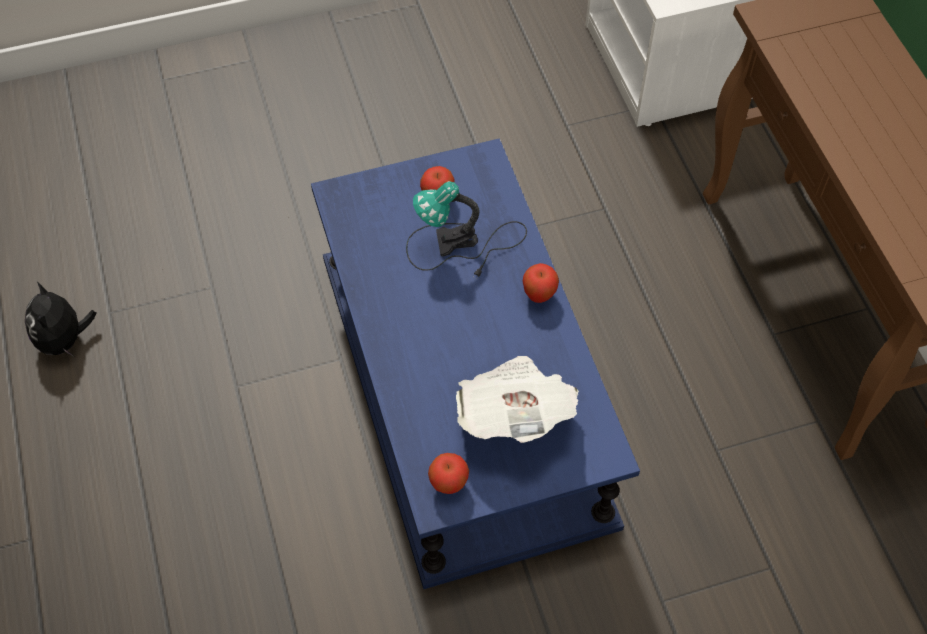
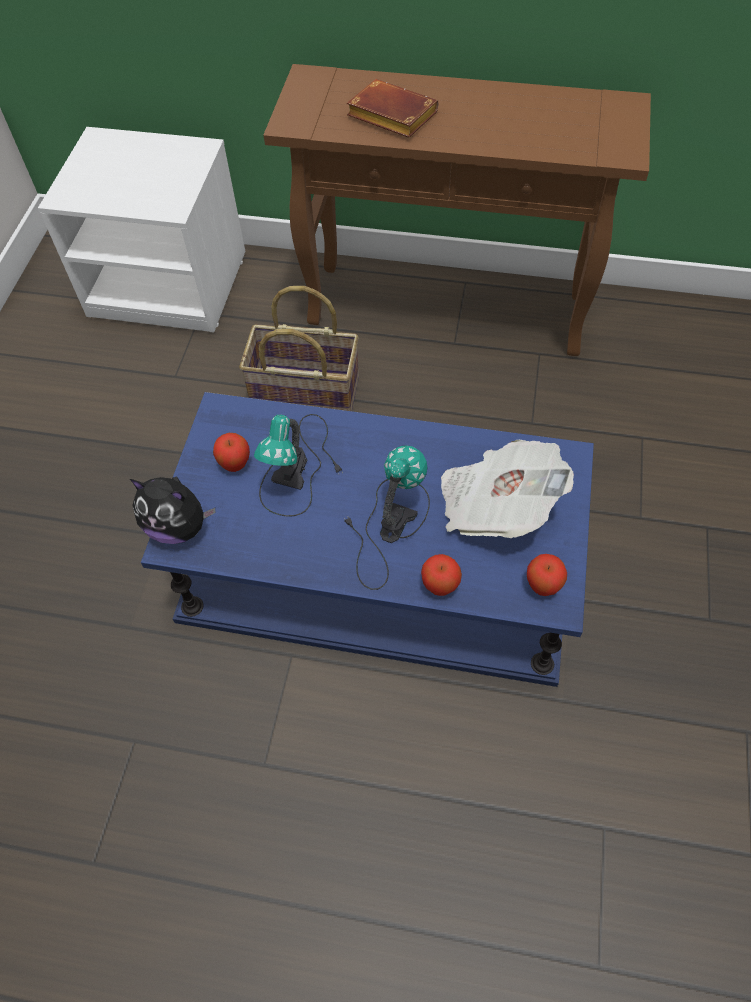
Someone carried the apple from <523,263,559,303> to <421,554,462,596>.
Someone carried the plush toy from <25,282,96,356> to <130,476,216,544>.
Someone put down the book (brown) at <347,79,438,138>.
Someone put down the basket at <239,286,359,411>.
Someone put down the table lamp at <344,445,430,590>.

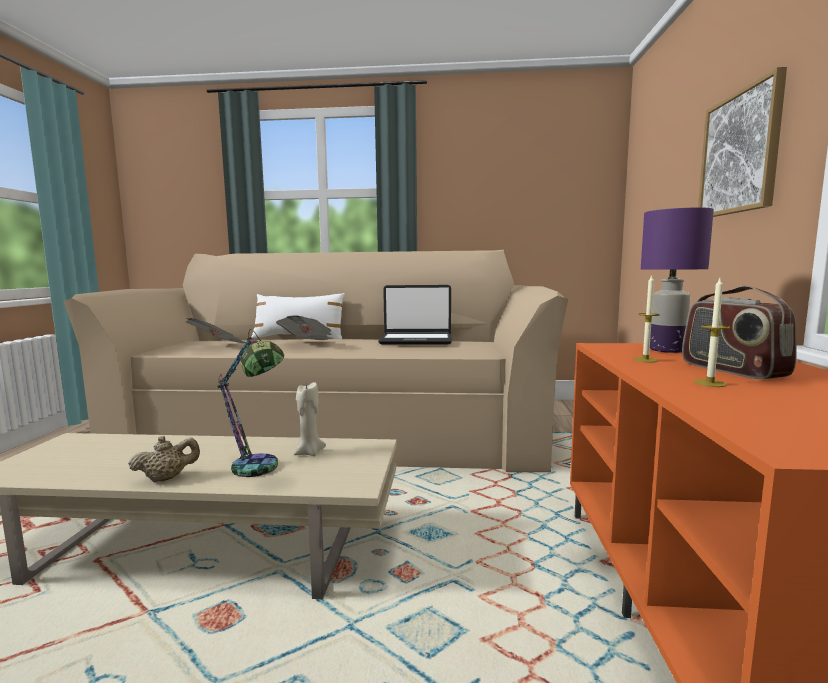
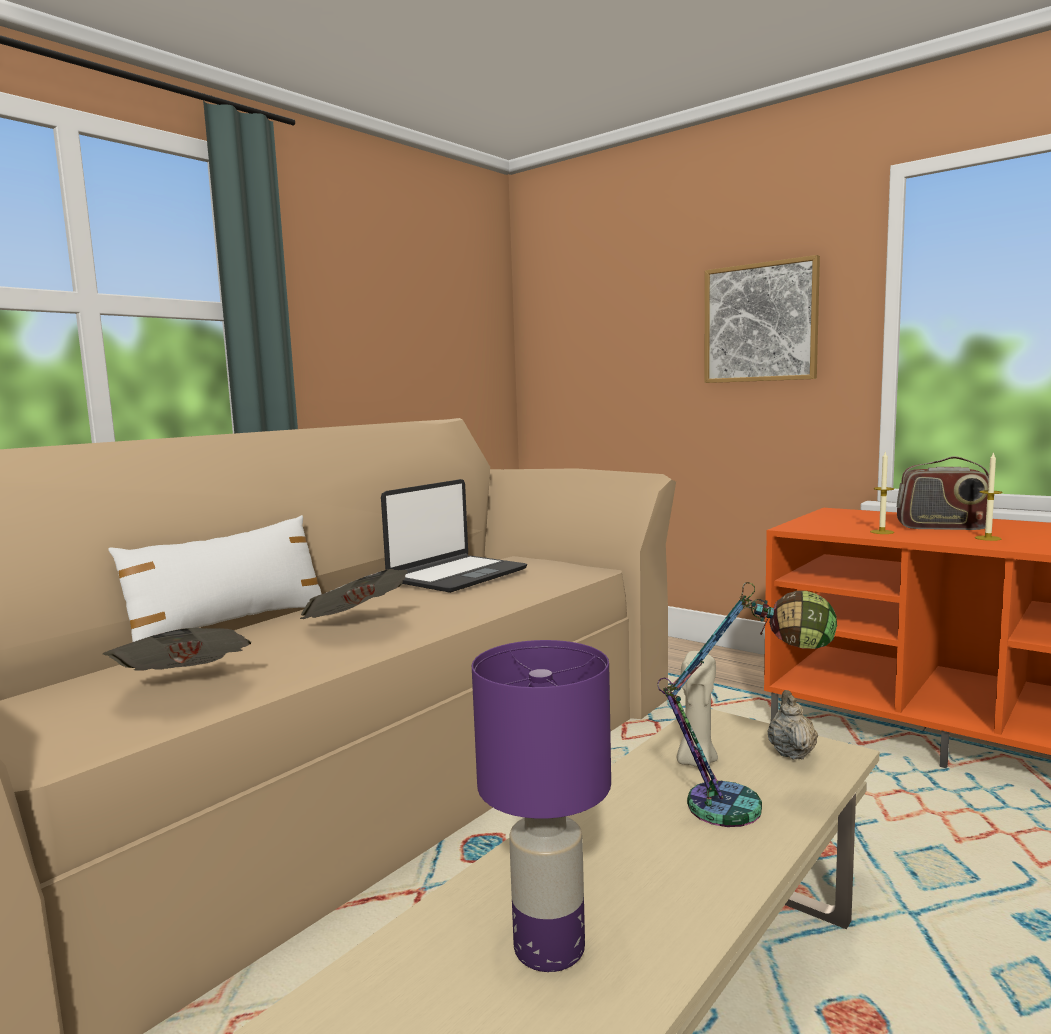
Someone carried the table lamp (purple) from <641,207,714,353> to <472,640,611,972>.
Someone carried the teapot (beige) from <128,436,200,482> to <767,690,818,760>.

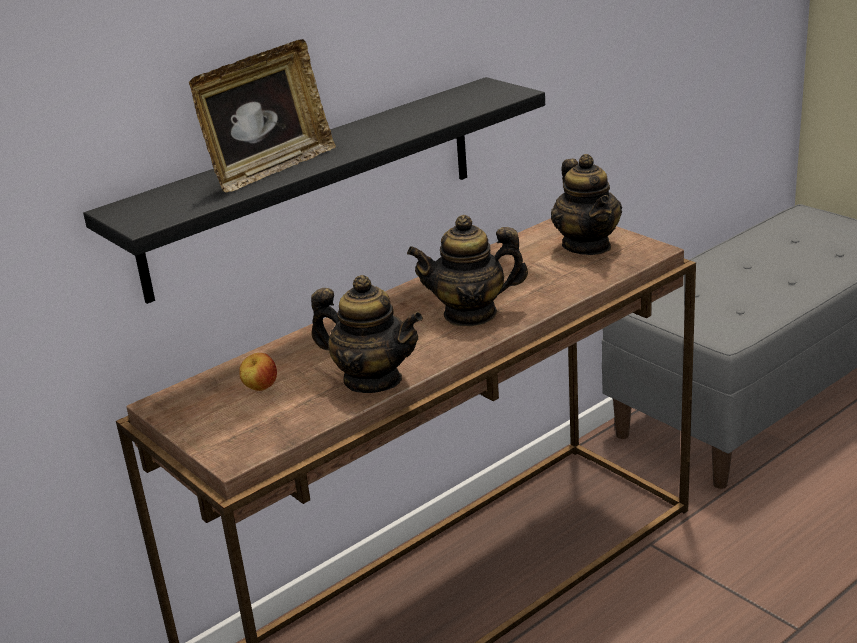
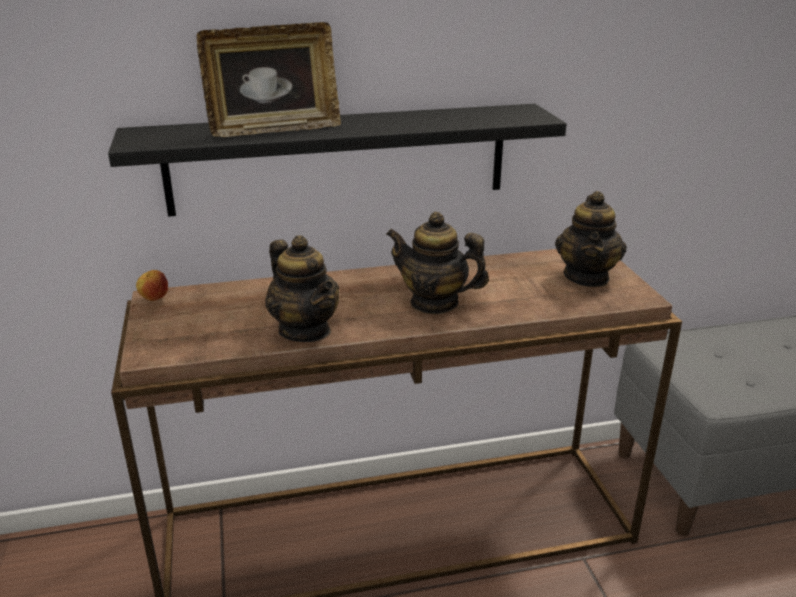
Someone carried the apple from <240,353,277,391> to <136,270,168,301>.

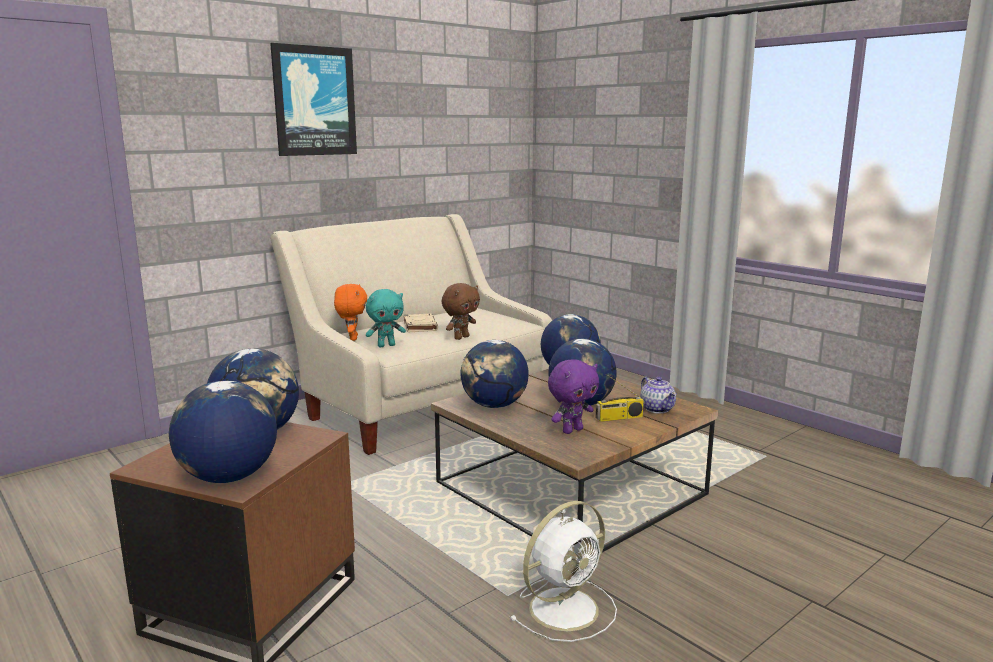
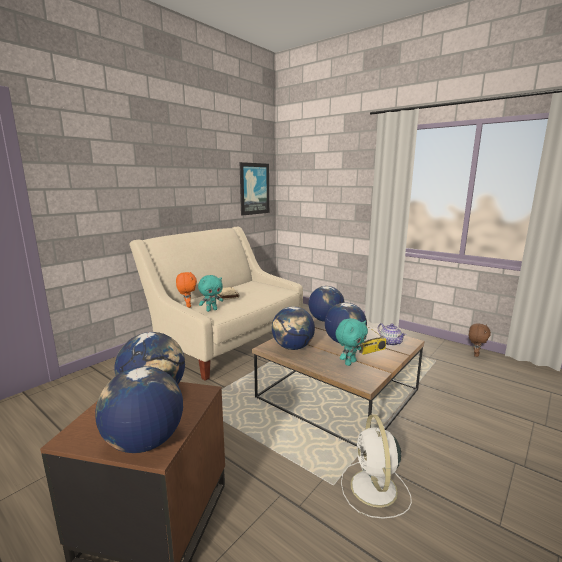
Someone carried the picture from <270,43,357,156> to <240,162,269,216>.
Someone carried the plush toy (brown) from <442,283,480,340> to <469,323,491,357>.
Someone repainted the plush toy (purple) at <548,359,599,434>, which became the plush toy (turquoise) at <335,318,368,366>.
Someone rotated the fan (white) at <510,501,617,642> by 135 degrees clockwise.

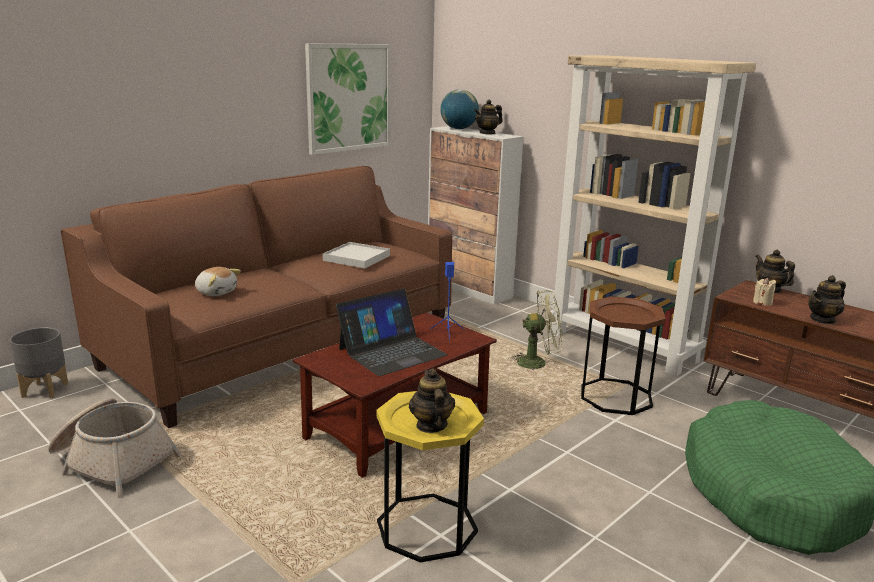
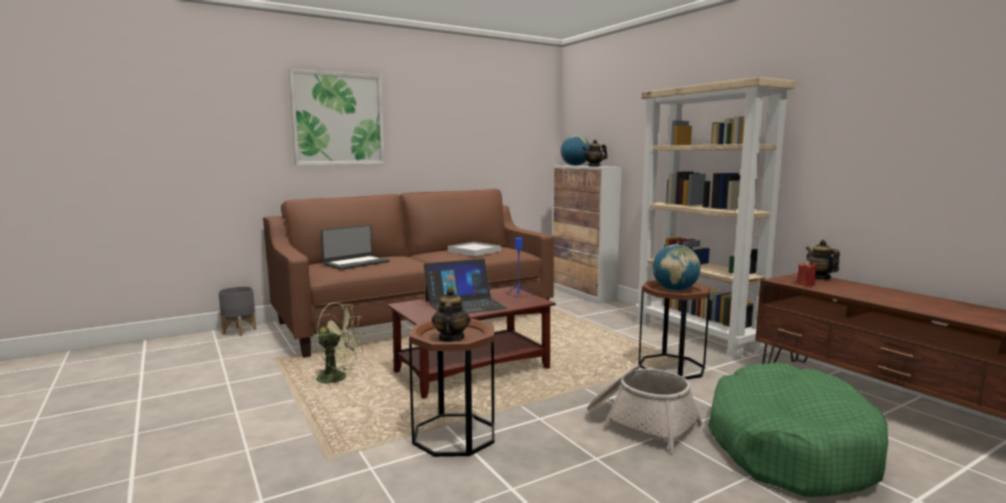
Someone carried the picture from <305,43,391,155> to <289,69,385,165>.
Someone swapped the plush toy at <195,267,241,296> for the laptop at <321,225,390,270>.
Someone took away the teapot at <808,275,846,324>.
Someone repainted the candle (beige) at <753,277,776,306>, which became the candle (red) at <797,260,817,286>.
Someone carried the fan (green) from <509,290,563,374> to <315,303,365,389>.
Someone repainted the side table (yellow) at <377,391,484,562>, which became the side table (brown) at <409,318,495,457>.
Someone carried the basket from <48,398,181,496> to <587,364,703,453>.
Someone put down the globe at <652,244,701,291>.

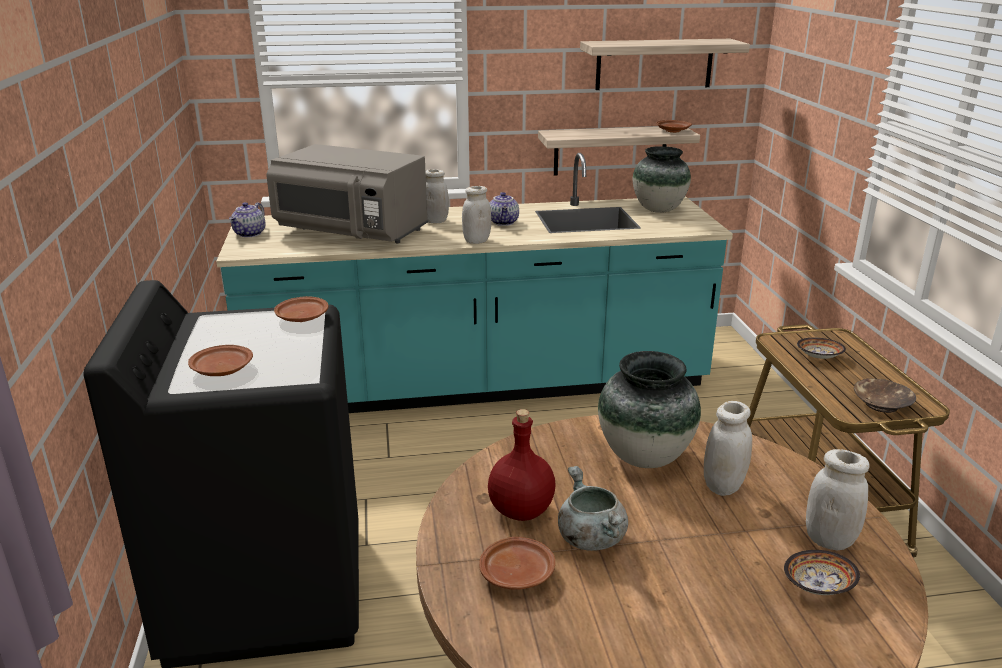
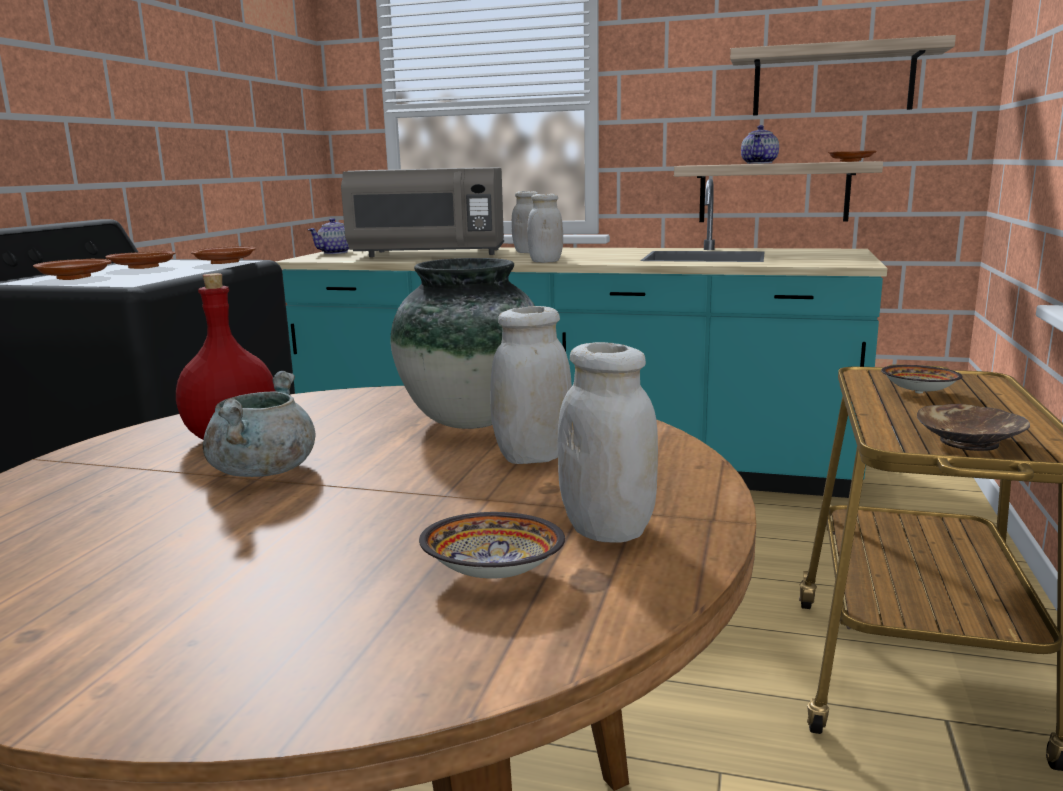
Someone rotated the microwave (grey) at <266,144,428,243> by 45 degrees counterclockwise.
Someone took away the vase at <633,146,691,213>.
Someone carried the teapot from <489,192,519,226> to <741,125,779,164>.
Someone carried the plate (brown) from <479,537,555,590> to <105,251,176,269>.

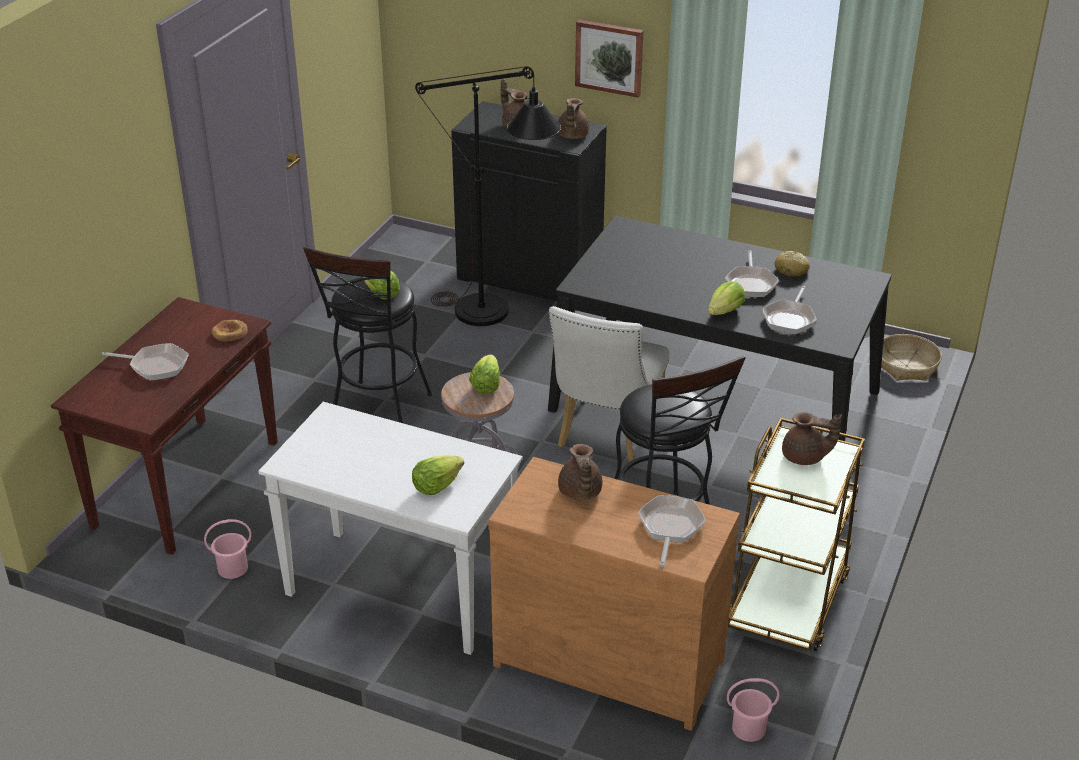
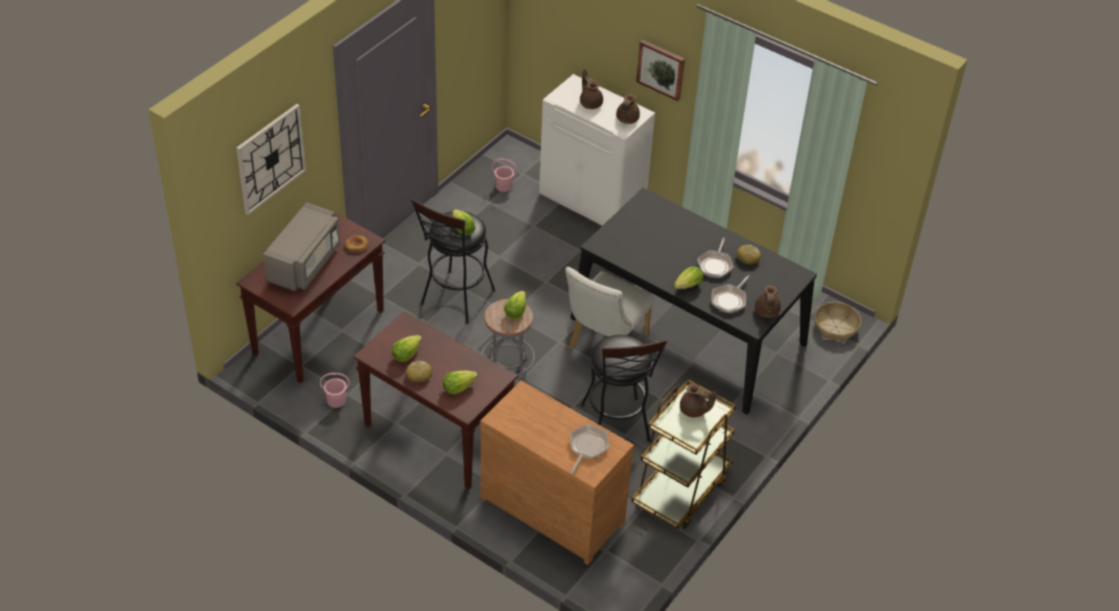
Someone took away the floor lamp (black) at <415,66,561,326>.
Someone repainted the cabinet (black) at <451,101,607,301>, which became the cabinet (white) at <539,74,655,226>.
Someone swapped the frying pan at <102,343,189,381> for the microwave (grey) at <263,203,340,292>.
Someone repainted the console table (white) at <258,402,523,655>, which became the console table (brown) at <353,311,518,489>.
Someone carried the teapot (brown) from <558,444,602,501> to <755,285,781,318>.
Someone carried the bucket (pink) from <727,678,779,742> to <492,158,517,192>.
Someone put up the wall clock at <236,104,306,215>.
Someone put down the lettuce at <392,335,422,362>.
Someone put down the bread at <406,361,432,383>.

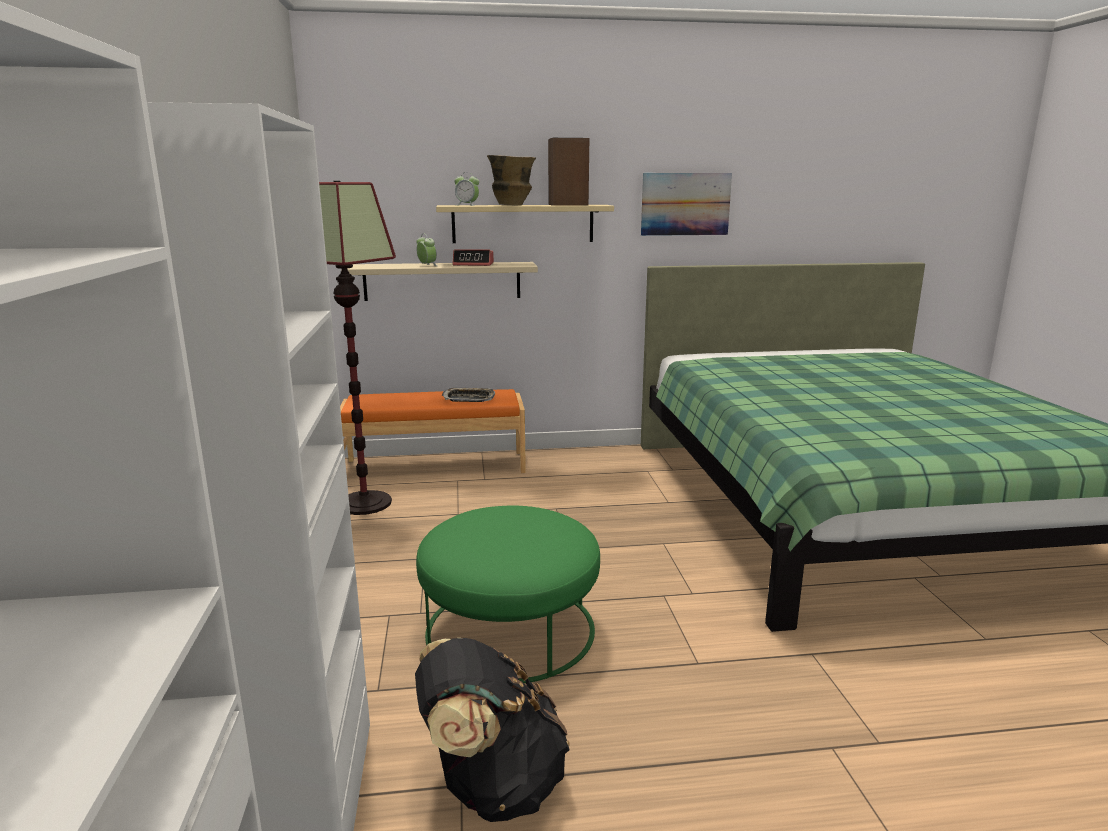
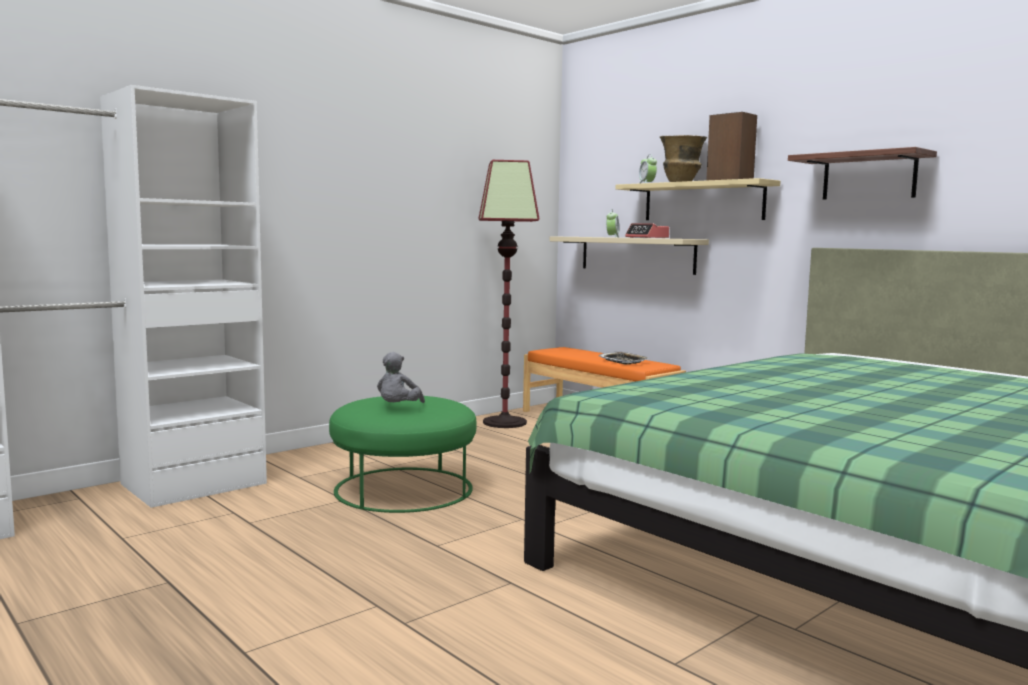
Someone swapped the picture at <641,173,732,236> for the shelf at <788,147,937,200>.
Someone took away the backpack (black) at <415,638,570,822>.
Someone put down the plush toy (grey) at <377,352,425,403>.

